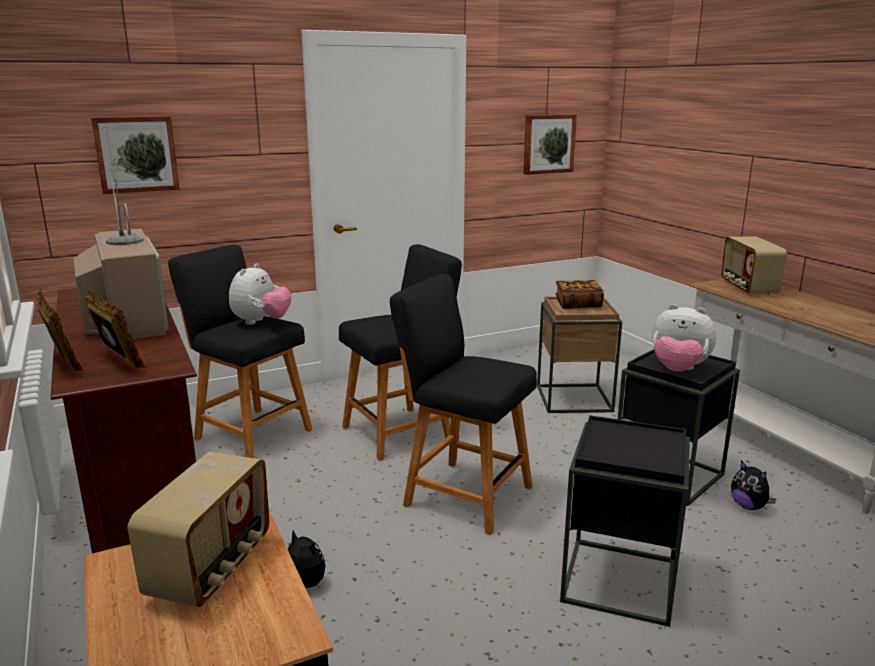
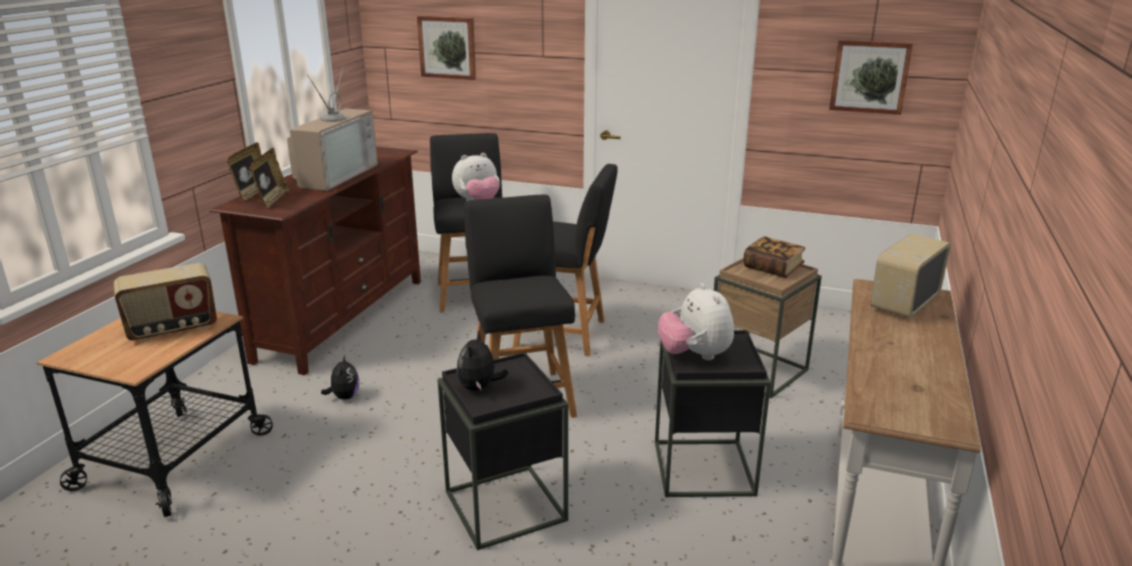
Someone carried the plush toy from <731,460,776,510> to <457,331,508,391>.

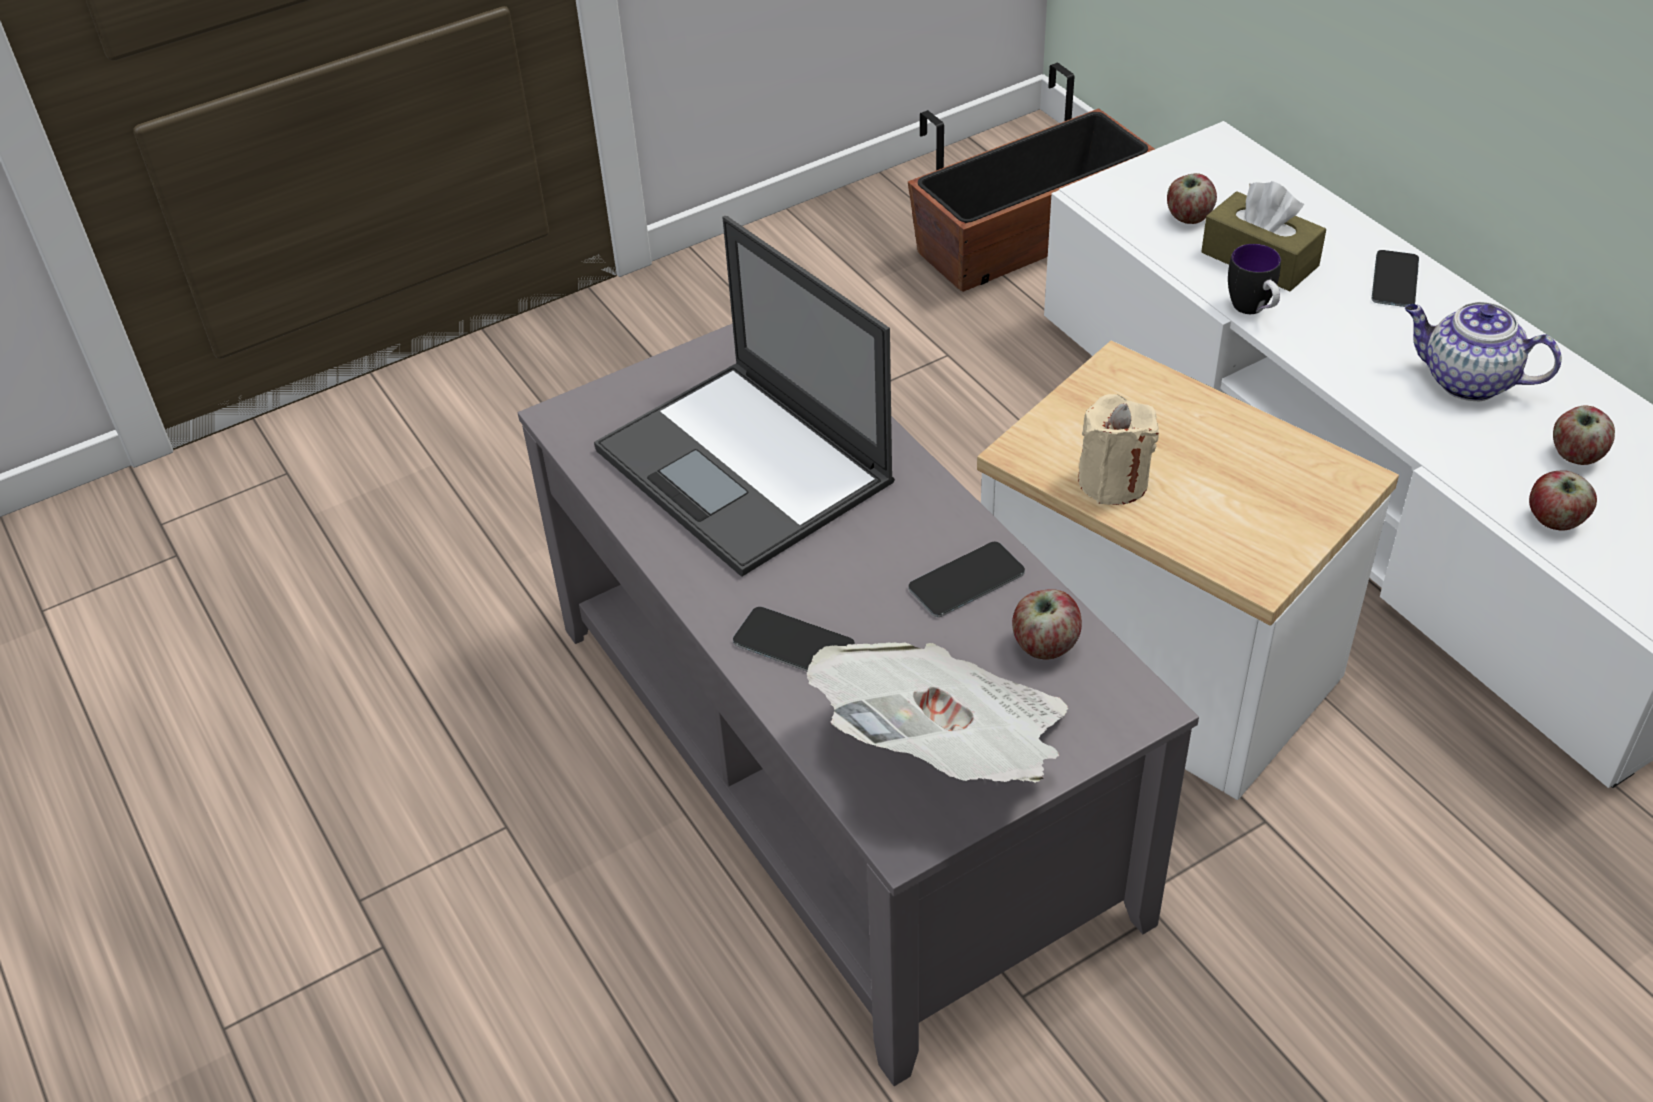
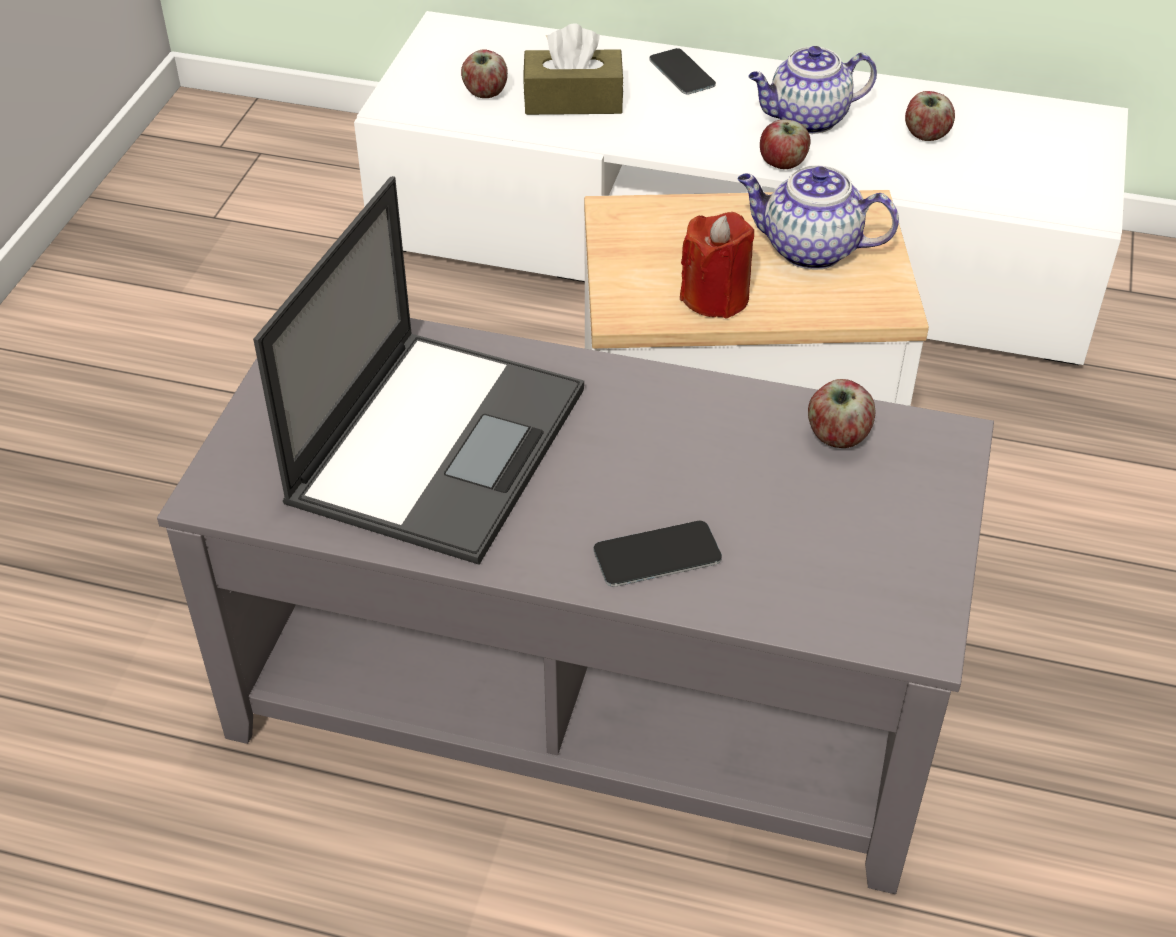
Someone took away the planter at <908,63,1155,292>.
Someone rotated the laptop at <594,216,895,577> by 75 degrees counterclockwise.
Someone took away the mug at <1228,244,1281,314>.
Someone repainted the candle (beige) at <1078,394,1159,505>, which became the candle (red) at <680,212,754,319>.
Someone carried the apple from <1529,470,1597,530> to <760,120,810,169>.
Someone took away the phone at <909,542,1025,617>.
Someone took away the newspaper at <807,642,1068,783>.
Someone put down the teapot at <738,165,899,270>.

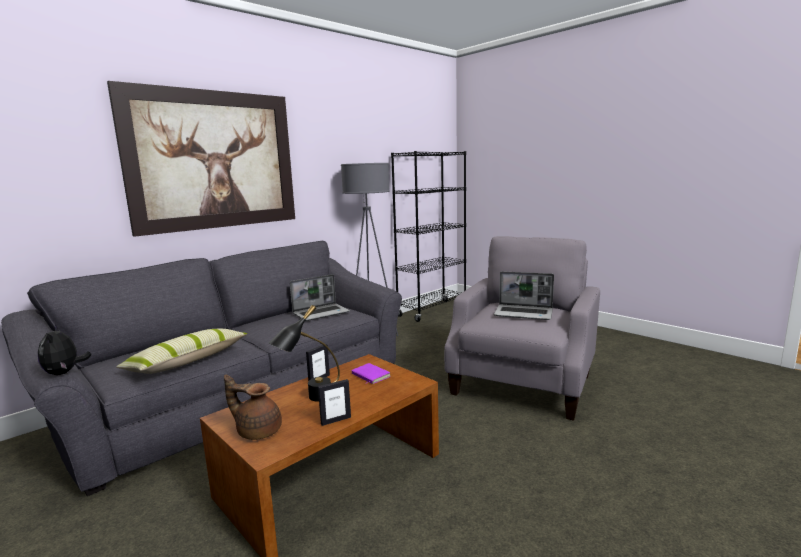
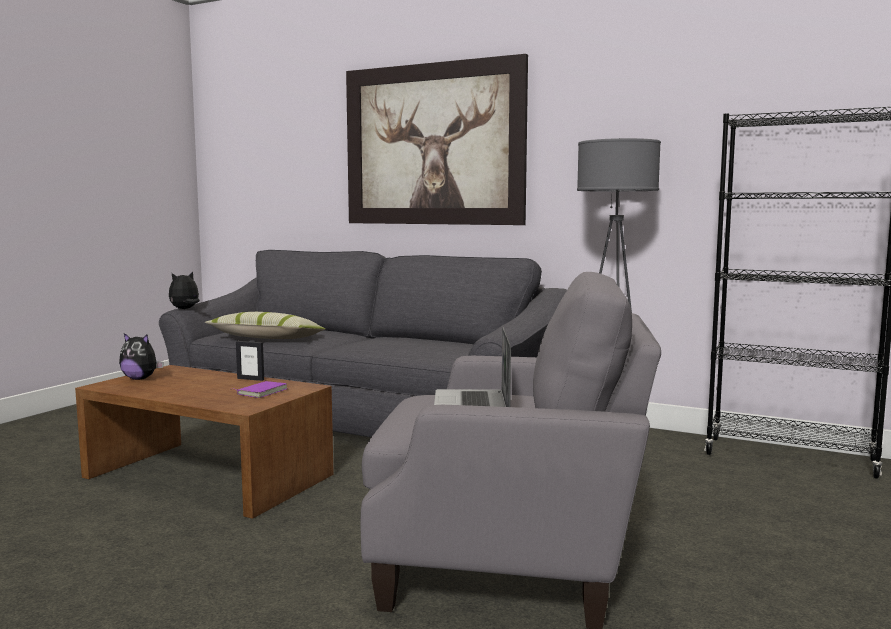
Someone took away the laptop at <290,274,350,321>.
Someone took away the table lamp (black) at <269,305,340,402>.
Someone swapped the teapot (brown) at <224,375,282,440> for the plush toy at <119,333,164,380>.
Someone took away the picture frame at <318,379,351,426>.

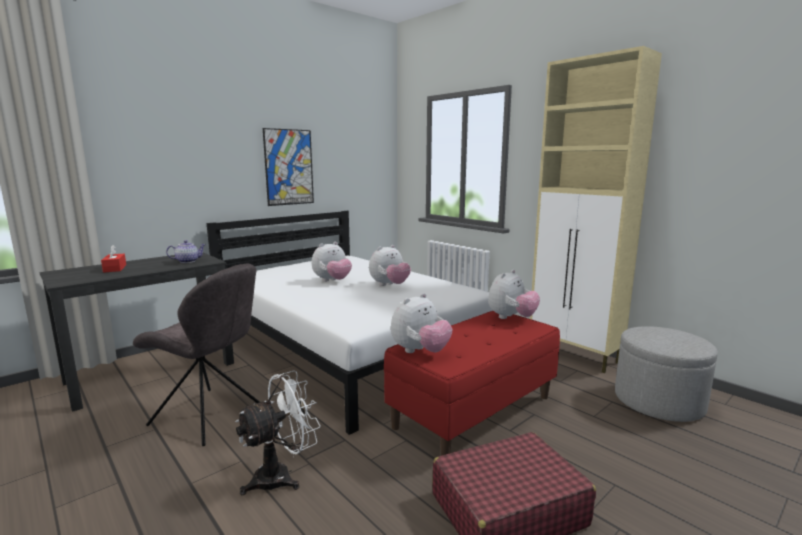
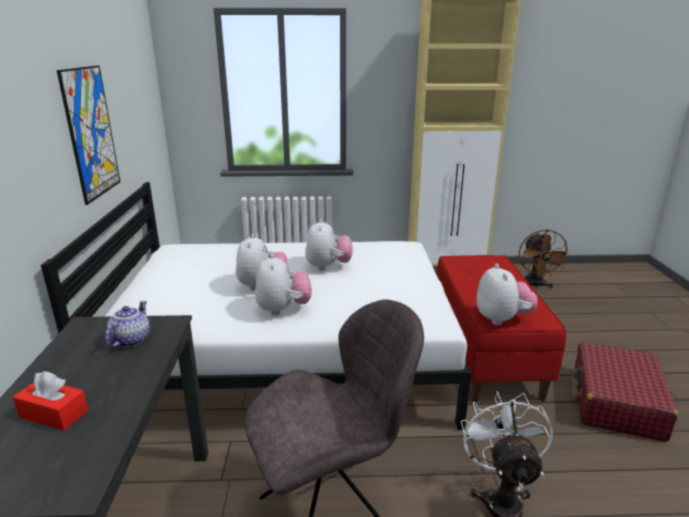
Someone carried the plush toy from <488,270,540,319> to <255,253,312,316>.
Someone swapped the ottoman (grey) at <615,326,718,422> for the fan (brown) at <519,230,570,288>.

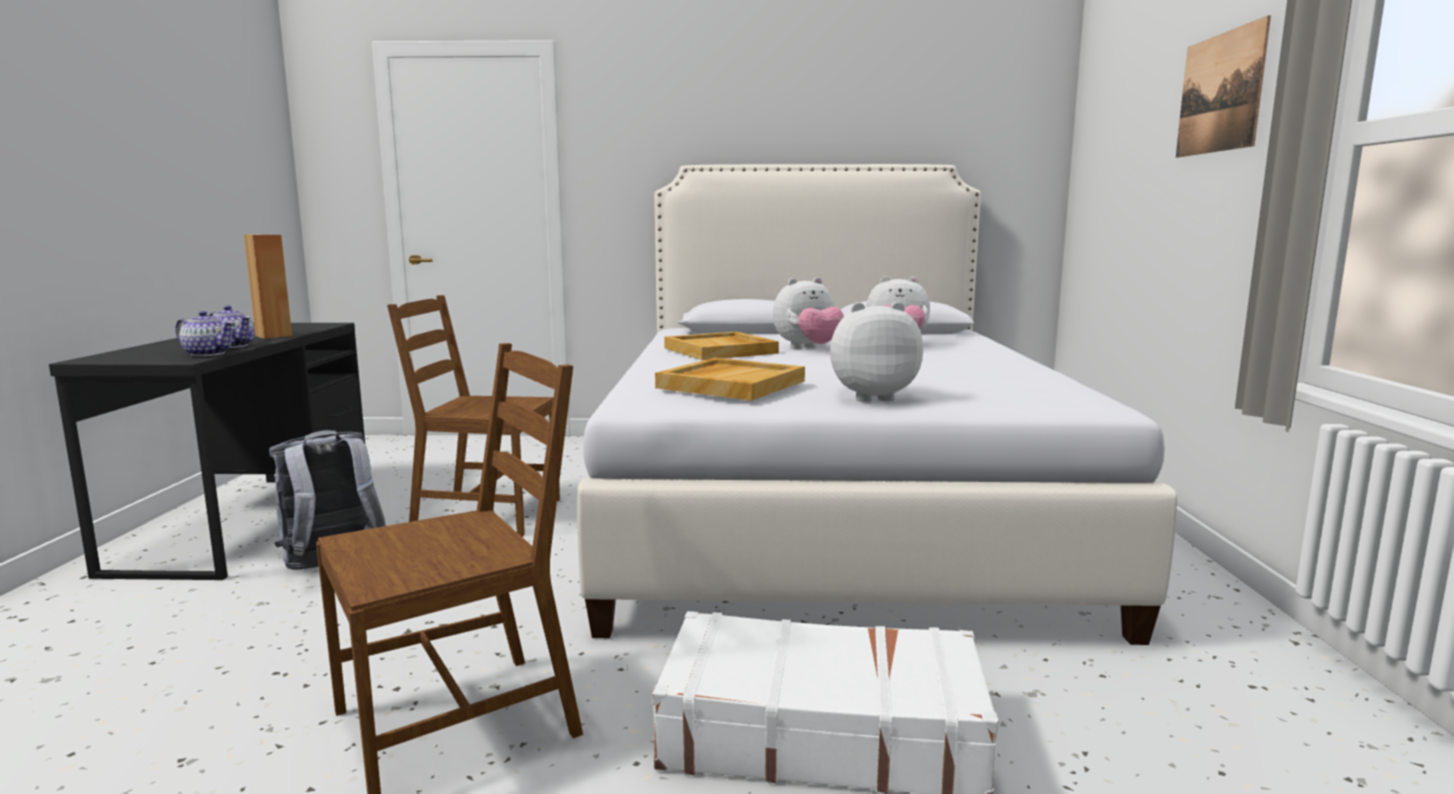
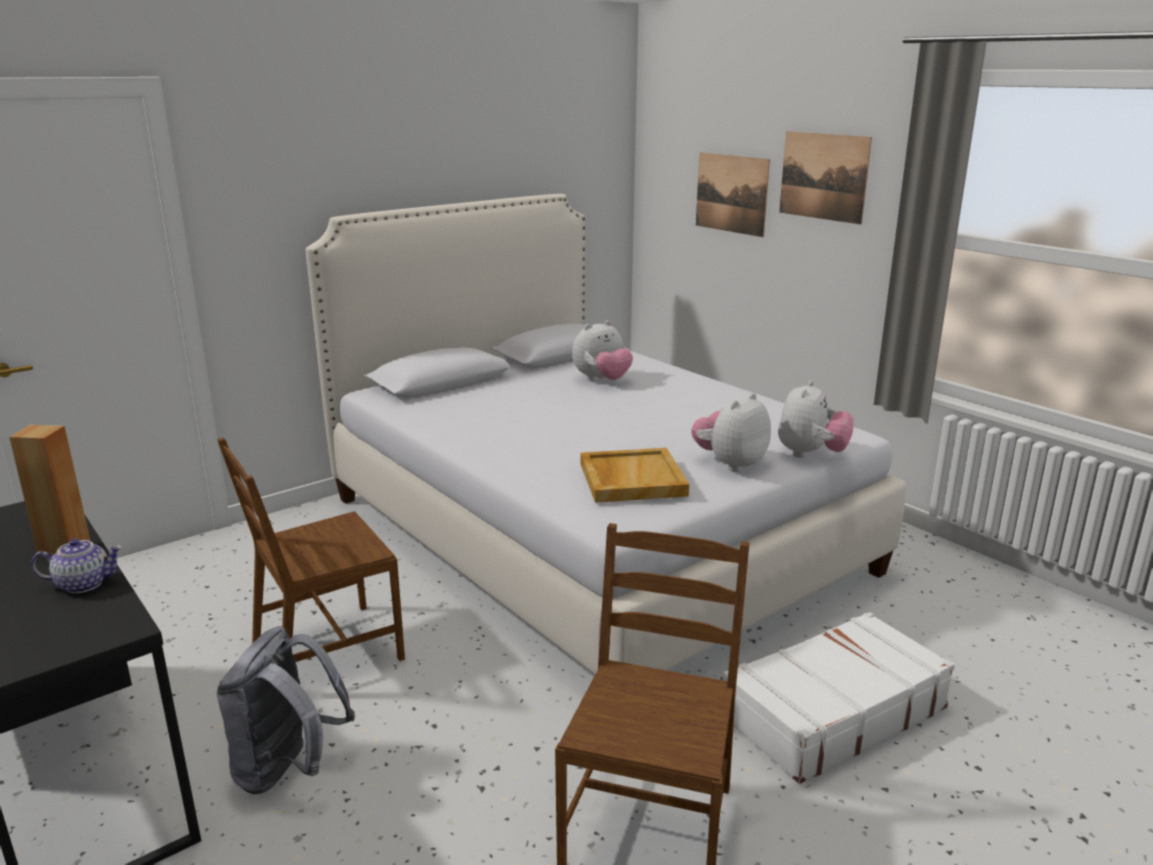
Someone carried the plush toy from <773,277,844,349> to <778,380,854,458>.
Someone took away the teapot at <175,311,234,356>.
Someone took away the tray (beige) at <664,332,779,360>.
Someone put up the picture at <696,152,770,237>.

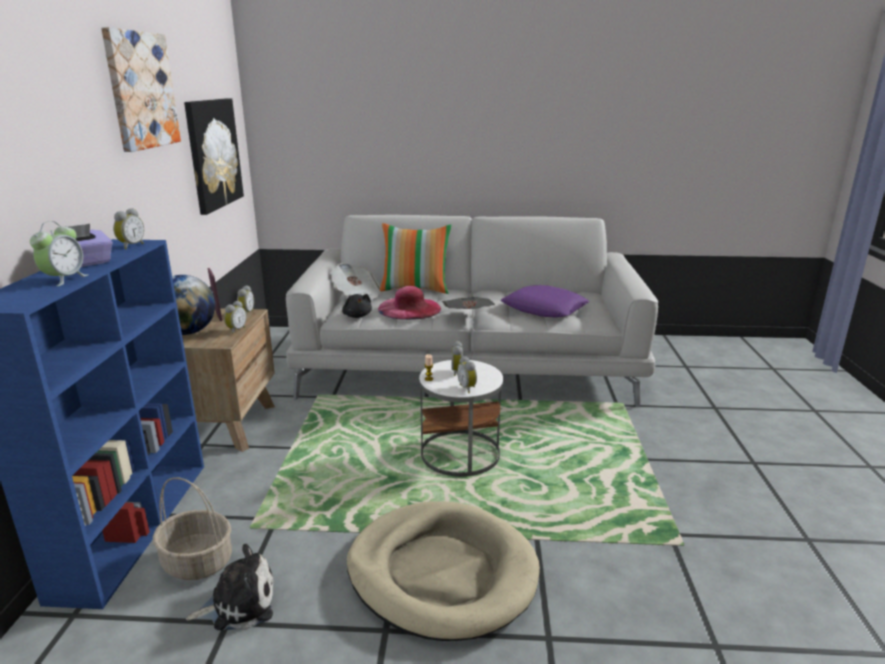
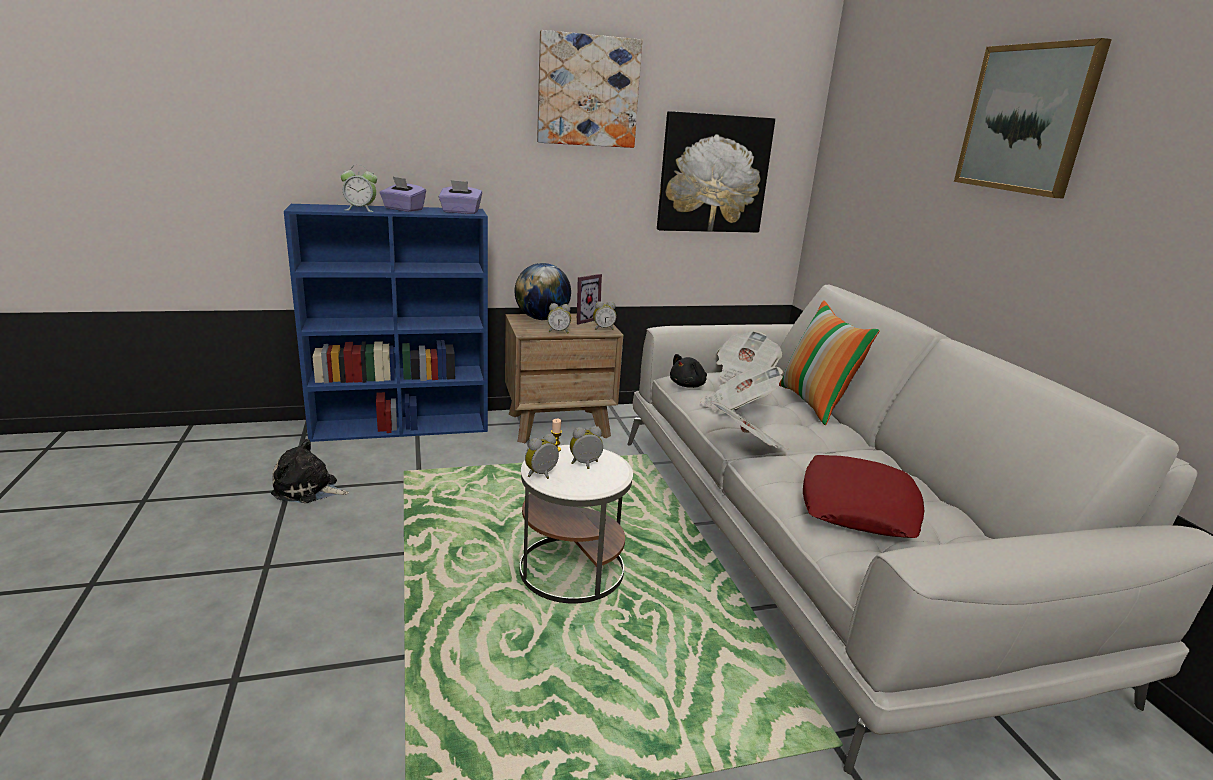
Someone swapped the alarm clock at <113,208,144,249> for the tissue box (purple) at <439,180,482,214>.
Someone repainted the pillow (purple) at <501,285,590,318>, which became the pillow (red) at <803,455,924,538>.
Someone swapped the hat (pink) at <378,286,441,320> for the newspaper at <700,365,783,414>.
Someone took away the basket at <153,477,232,580>.
Someone took away the dog bed (beige) at <347,501,540,641>.
Someone rotated the plush toy at <186,544,273,630> by 135 degrees clockwise.
Someone put up the picture at <954,38,1112,199>.

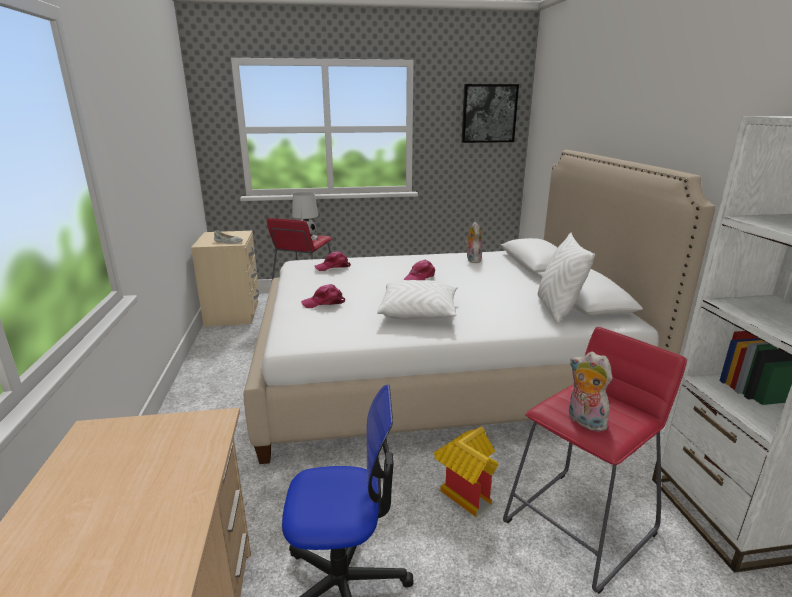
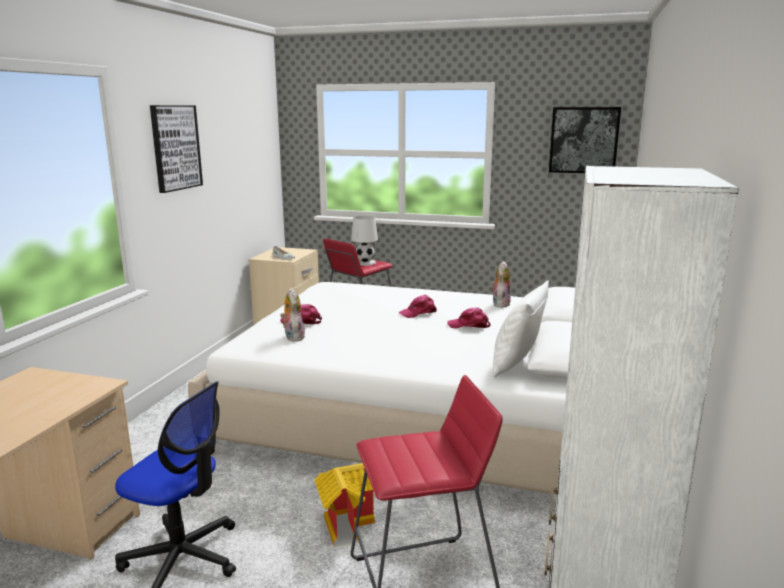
Someone carried the cap (pink) from <314,251,351,271> to <447,308,491,329>.
Someone took away the pillow (white) at <377,280,458,319>.
Someone carried the plush toy from <569,352,613,432> to <280,287,305,341>.
Someone put up the picture at <150,105,203,193>.

